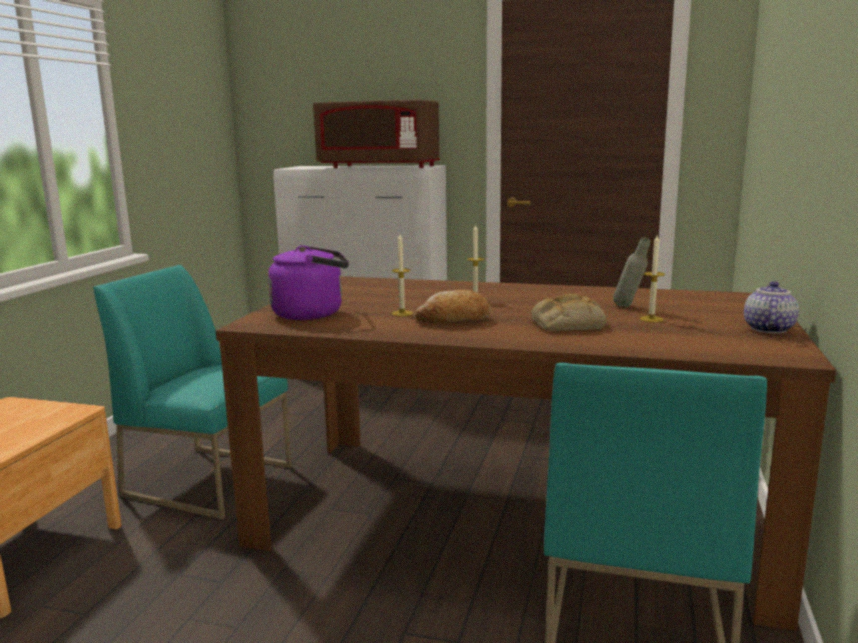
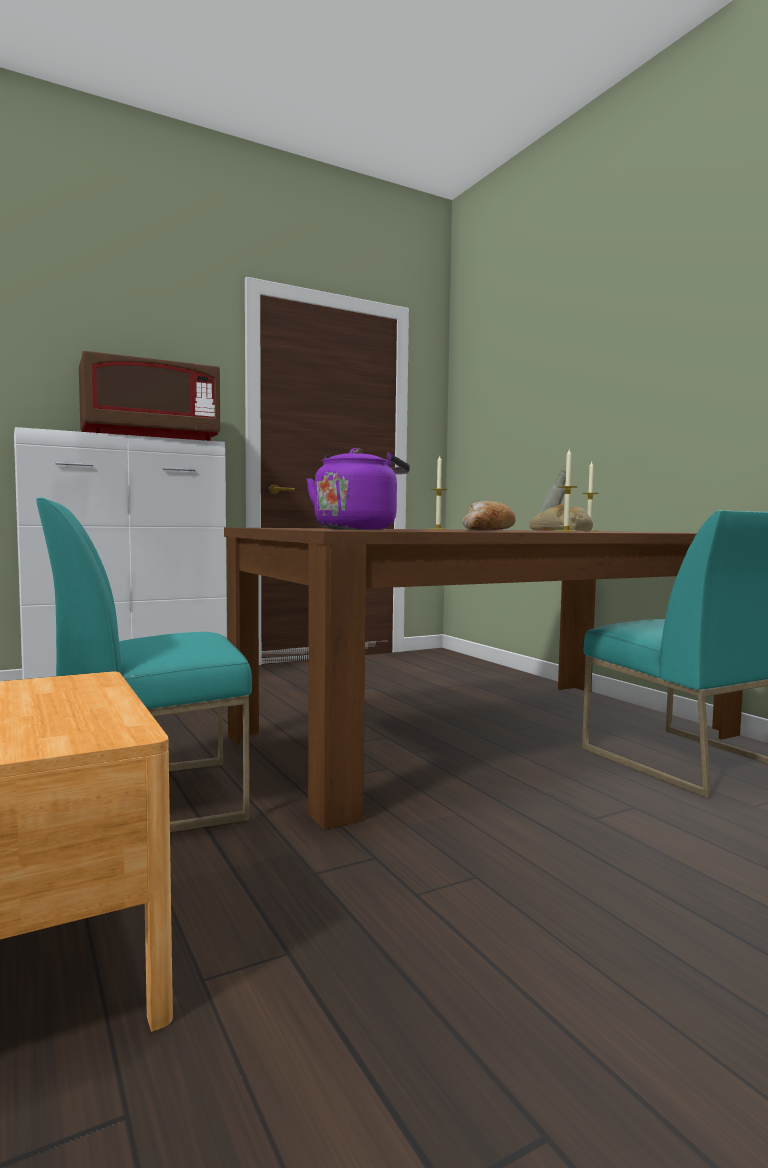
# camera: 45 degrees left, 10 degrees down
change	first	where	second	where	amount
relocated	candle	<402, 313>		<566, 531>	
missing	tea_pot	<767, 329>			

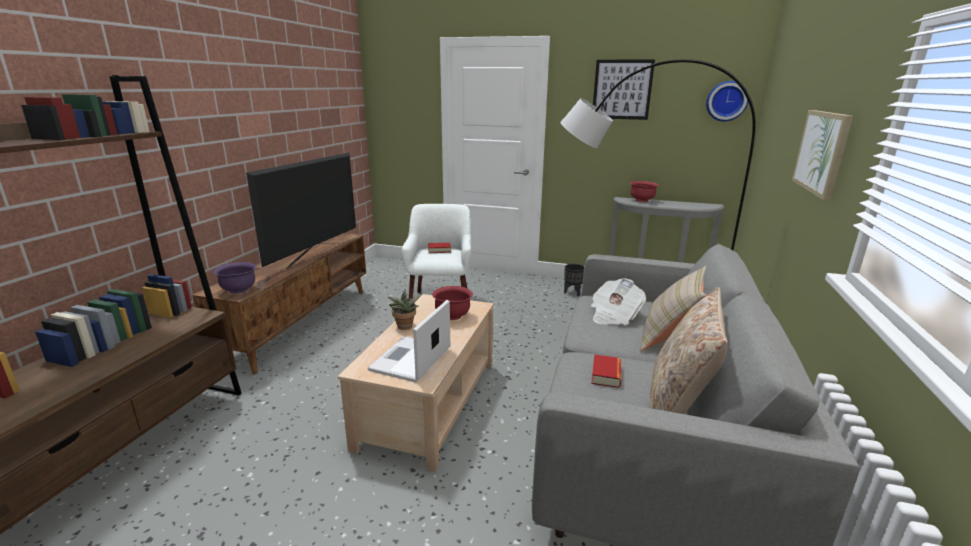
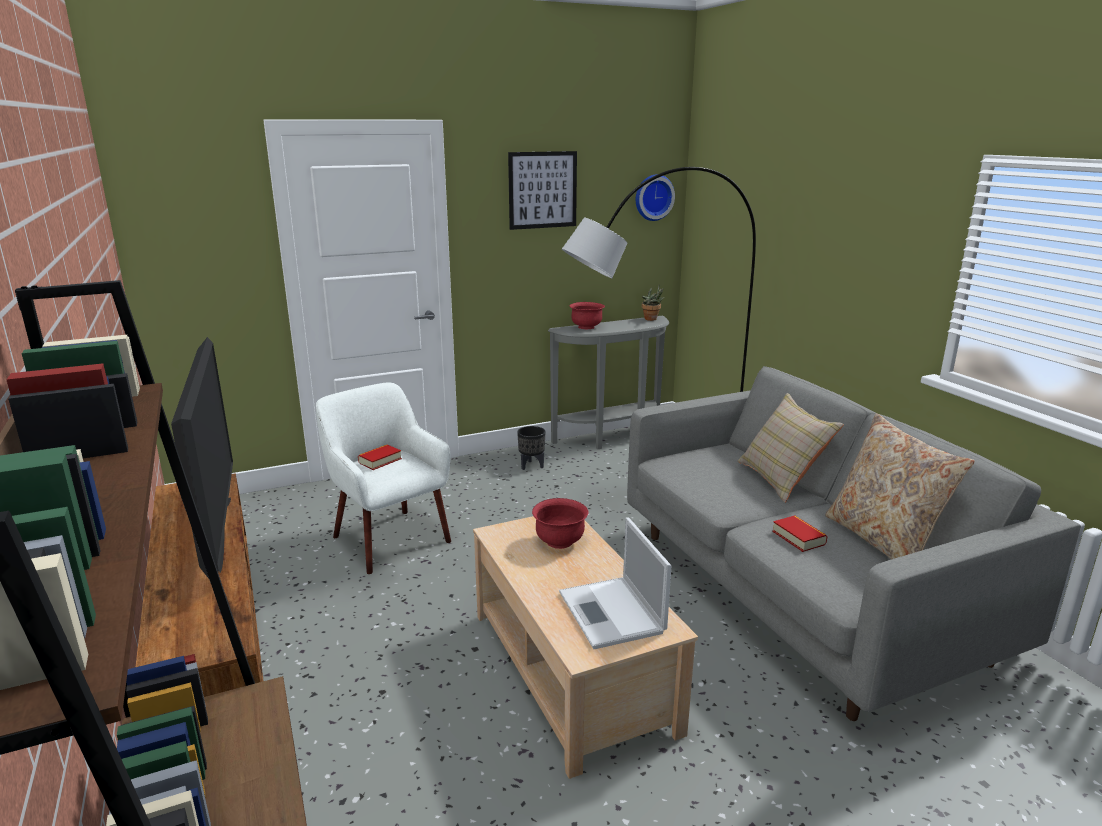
# camera: 40 degrees left, 0 degrees up
change	first	where	second	where	amount
relocated	potted_plant	<404, 327>		<652, 319>	
missing	purple-coloured_serving_bowl	<239, 290>			
missing	printed_paper	<614, 315>			
missing	wall_art	<822, 152>			

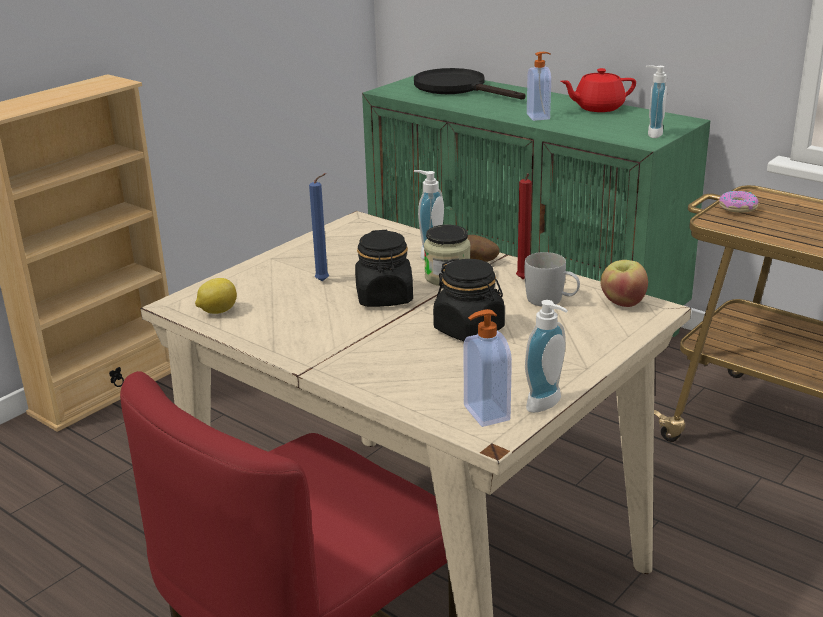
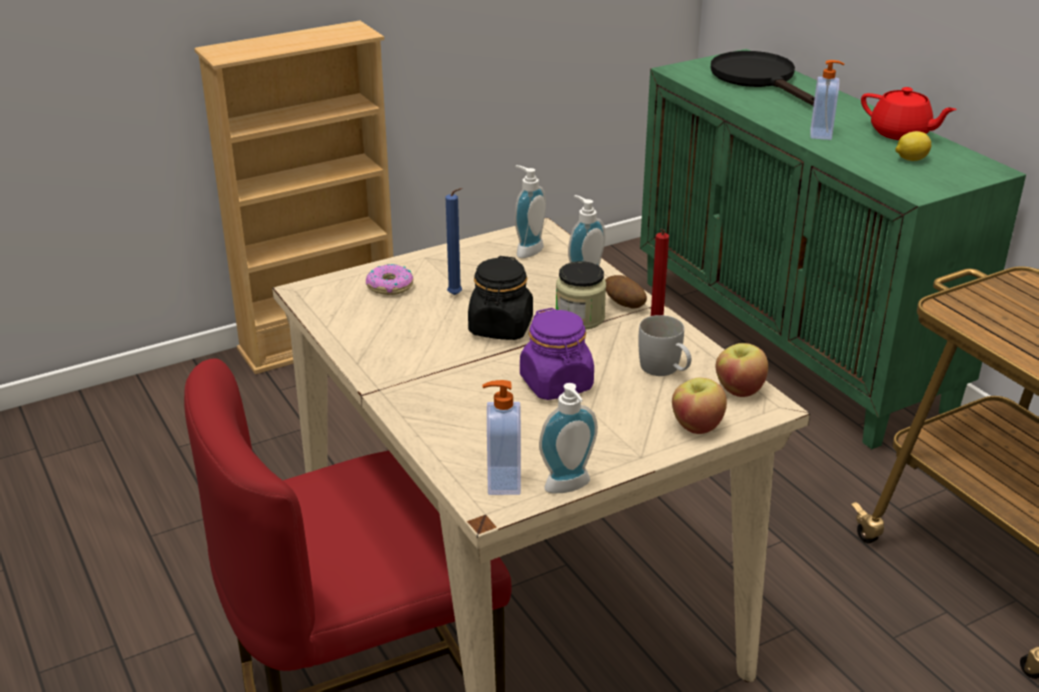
# camera: 20 degrees right, 5 degrees up
change	first	where	second	where	amount
relocated	doughnut	<737, 207>		<390, 286>	
relocated	liquid_soap_bottle	<651, 134>		<526, 250>	
colour	black-coloured_storage_jar	<469, 329>	purple-coloured_storage_jar	<556, 384>	
appeared			whole_apple	<696, 426>	
spun	reddish_tea_pot	<598, 108>		<901, 133>	150 degrees counterclockwise
relocated	citrus_fruit	<217, 311>		<910, 159>	

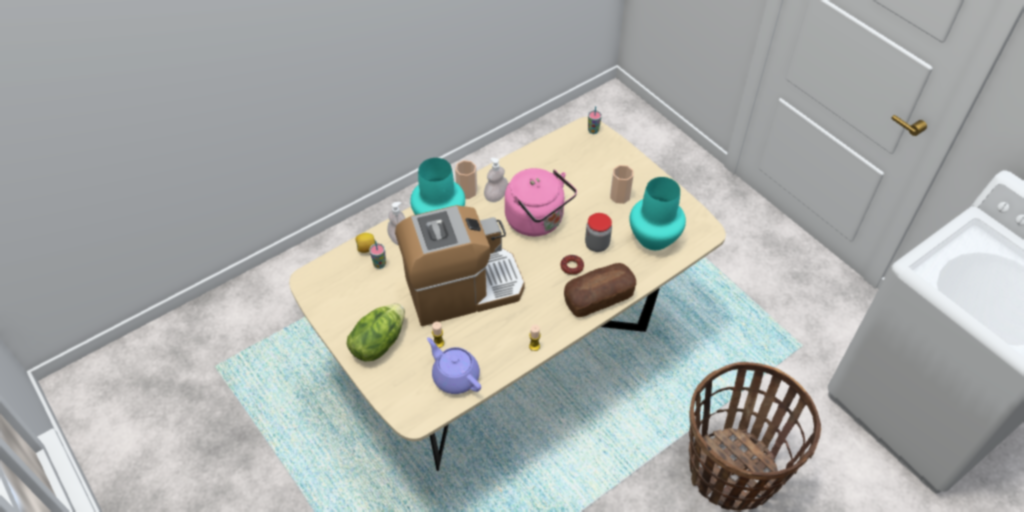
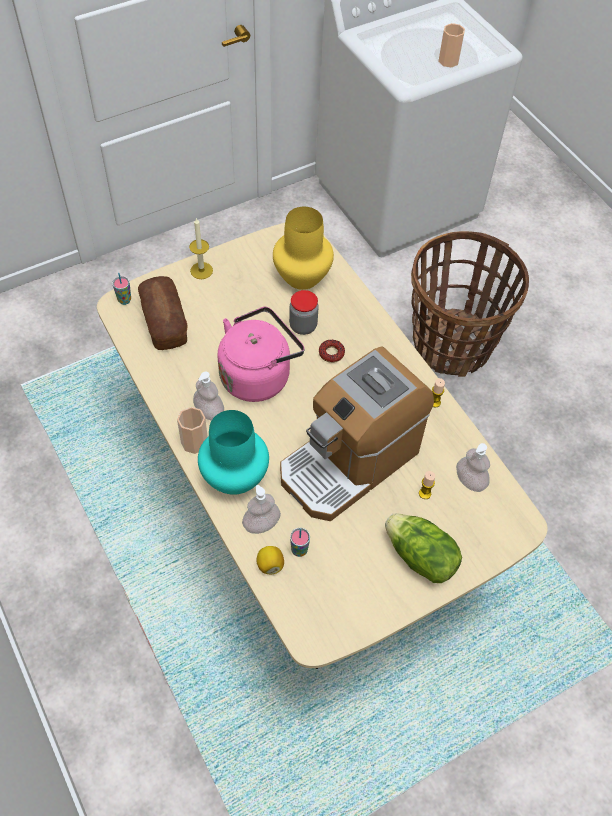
# camera: 85 degrees left, 5 degrees up
change	first	where	second	where	amount
relocated	bakery_bread	<598, 298>		<164, 322>	
appeared			candle	<201, 270>	
colour	turquoise_vase	<654, 239>	yellow-coloured_vase	<303, 276>	
spun	coffee_brewer	<462, 289>		<349, 462>	120 degrees counterclockwise
relocated	drinking_cup	<620, 196>		<448, 61>	
exchanged	purple-coloured_tea_pot	<455, 376>	liquid_soap_bottle	<470, 481>	

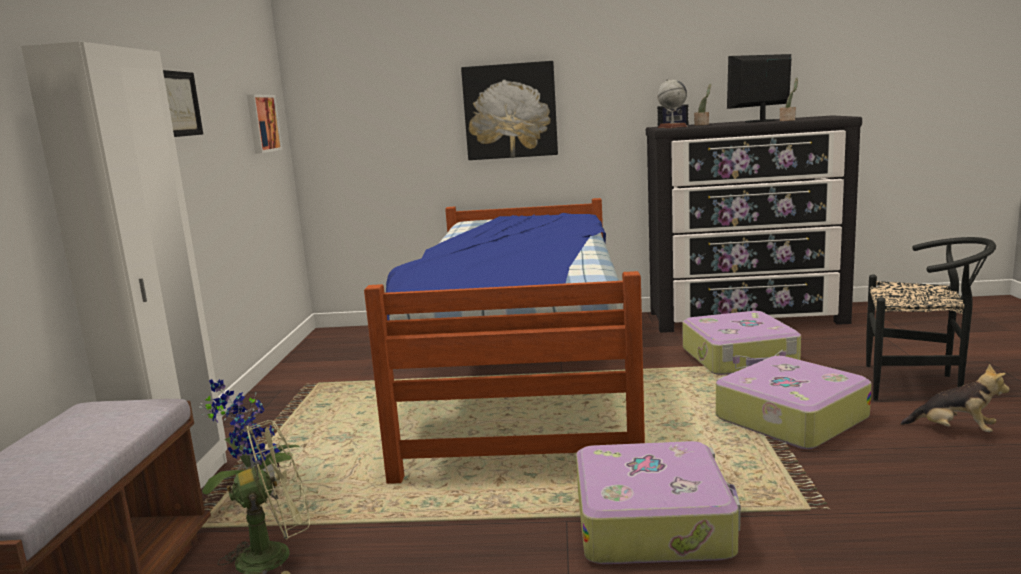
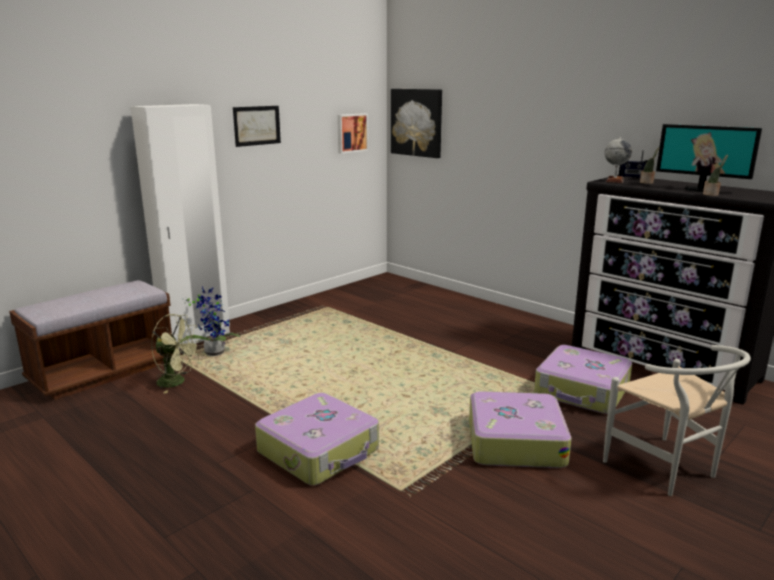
# camera: 40 degrees right, 5 degrees up
change	first	where	second	where	amount
relocated	wall_art	<510, 111>		<416, 122>	
colour	black-coloured_plain_chair	<920, 385>	whitish_plain_chair	<668, 470>	
spun	computer_screen	<760, 121>		<700, 189>	150 degrees counterclockwise
missing	sleeping_bed	<522, 378>			
missing	cuddly_toy	<954, 430>			

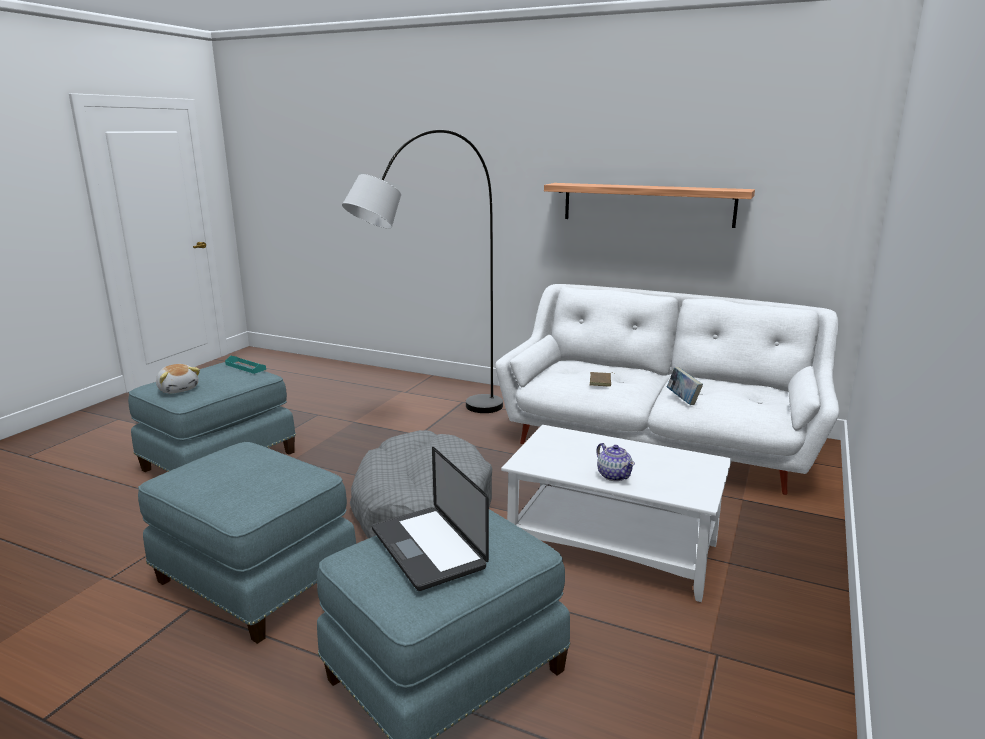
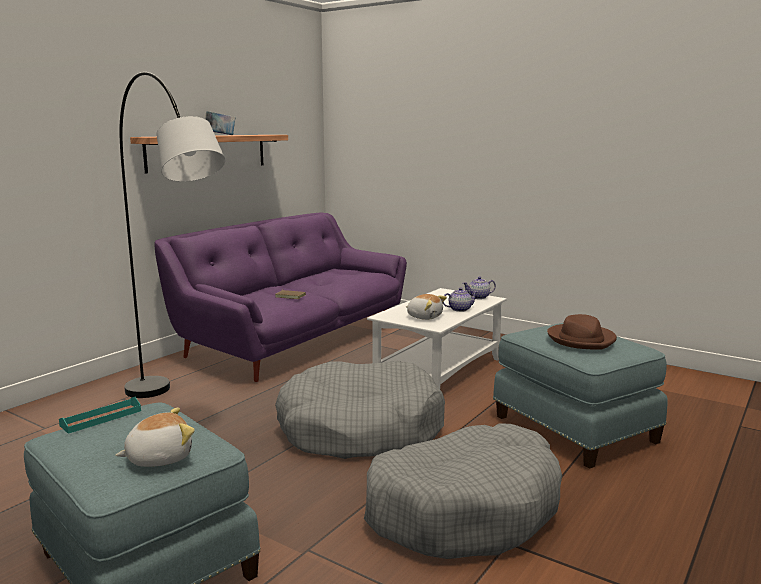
# camera: 80 degrees left, 5 degrees down
change	first	where	second	where	amount
colour	whitish_settee	<658, 443>	purple-coloured_settee	<295, 340>	
relocated	volume	<682, 399>		<220, 135>	
exchanged	blue-coloured_ottoman	<254, 580>	grey_dog_cushion	<463, 509>	
appeared			cuddly_toy	<424, 317>	
appeared			tea_pot	<479, 297>	
exchanged	portable_computer	<427, 548>	brown-coloured_wearable_hat	<581, 339>	

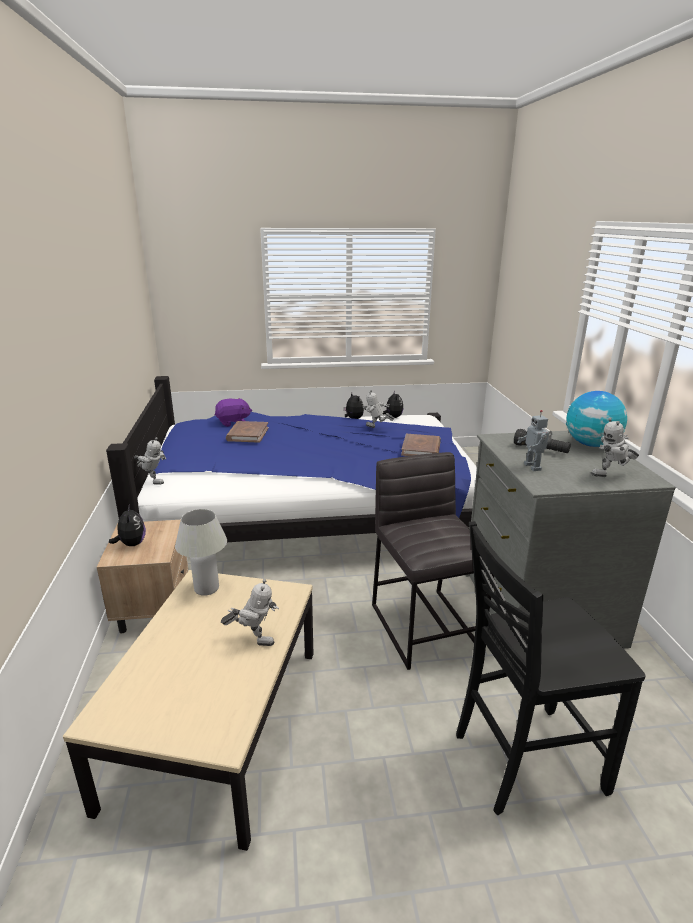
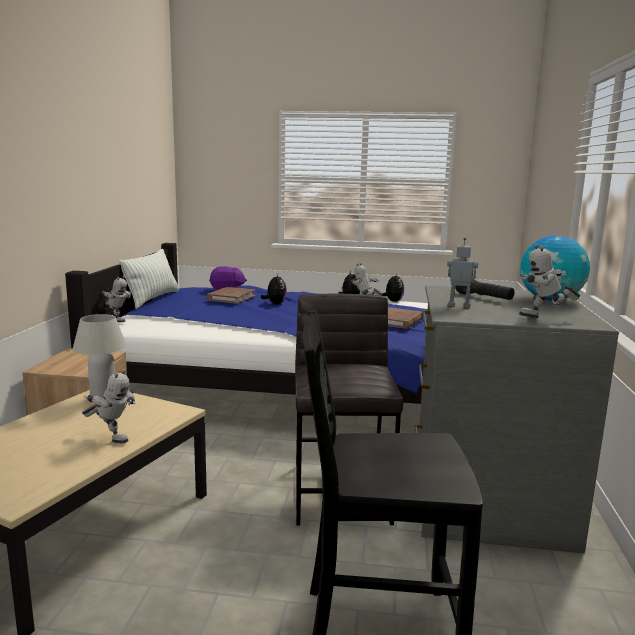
# camera: 15 degrees right, 10 degrees down
change	first	where	second	where	amount
appeared			throw_pillow	<152, 299>	
relocated	cuddly_toy	<131, 544>		<275, 304>	
spun	robot_figure	<533, 467>		<459, 306>	105 degrees clockwise

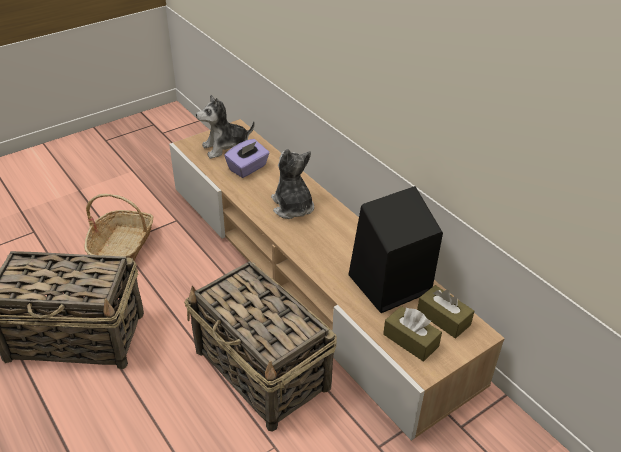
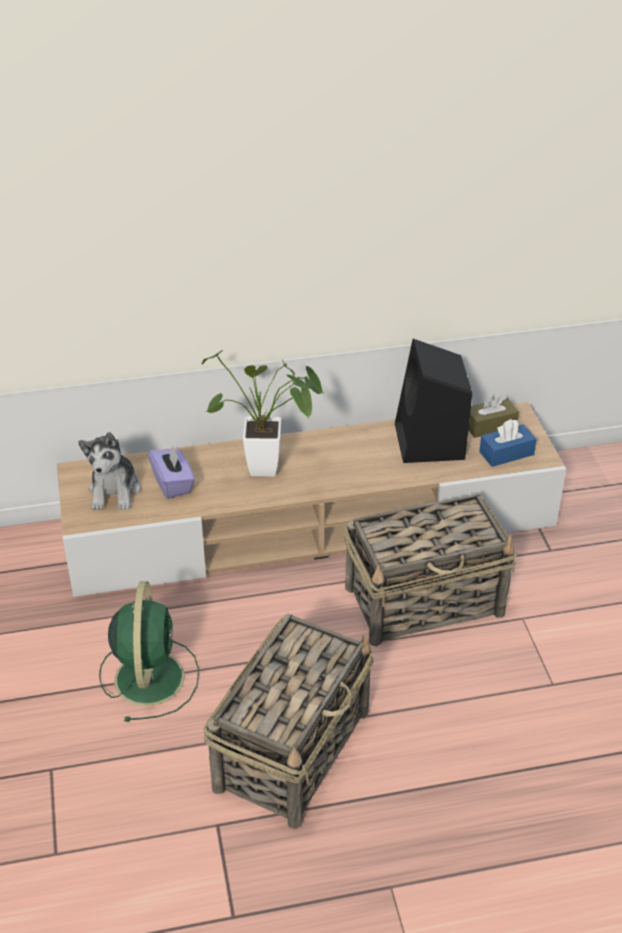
# camera: 65 degrees left, 0 degrees up
change	first	where	second	where	amount
exchanged	basket	<123, 245>	green_cooling_fan	<149, 676>	
exchanged	cuddly_toy	<292, 207>	potted_plant	<271, 469>	
colour	brown-coloured_box_of_tissues	<410, 340>	blue-coloured_box_of_tissues	<506, 453>	

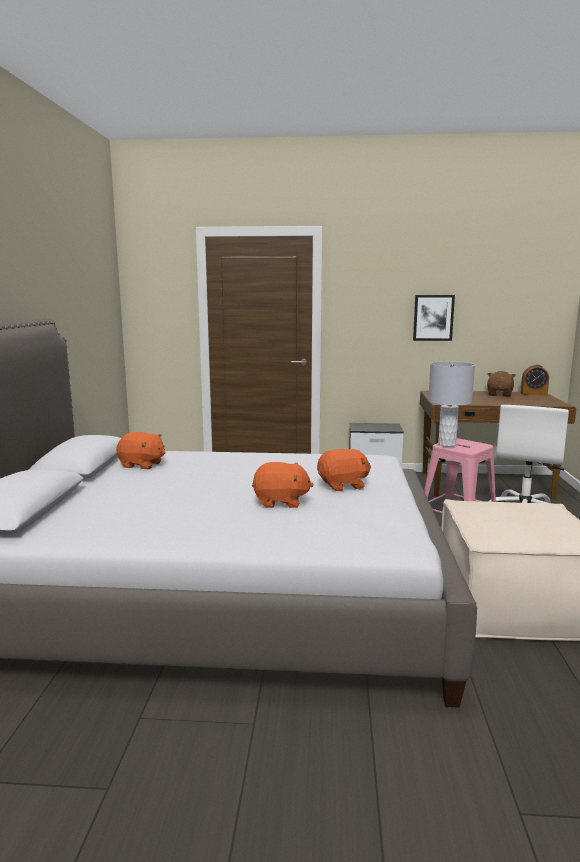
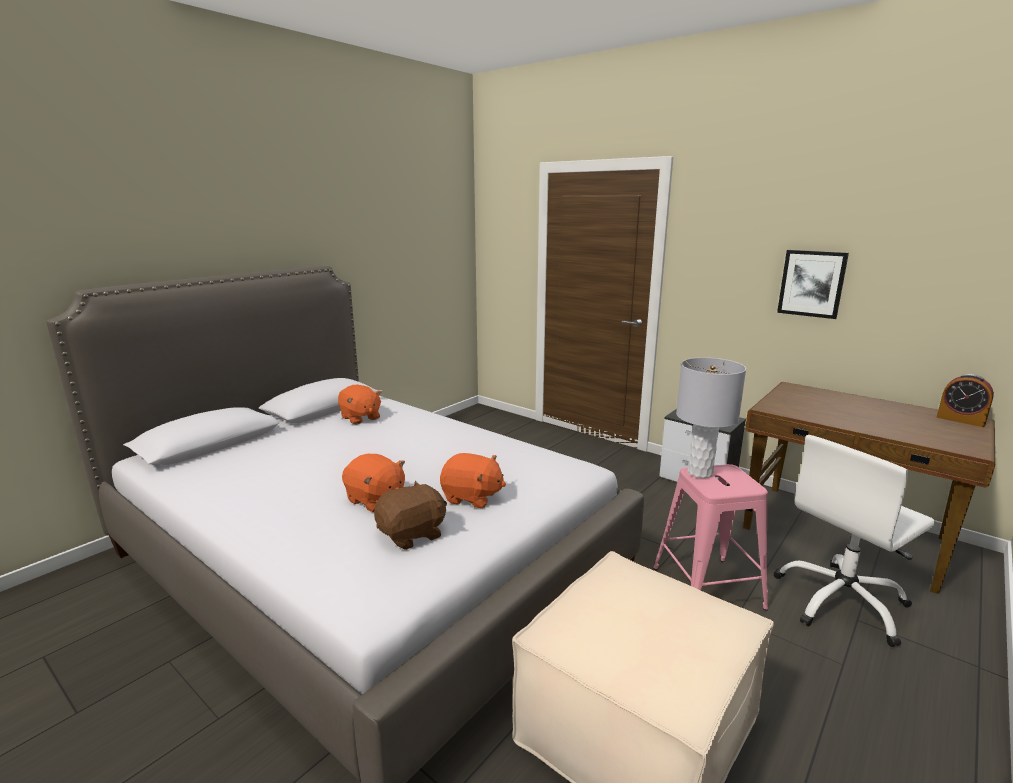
# camera: 35 degrees right, 5 degrees up
change	first	where	second	where	amount
relocated	brown-coloured_cuddly_toy	<500, 394>		<412, 534>	

